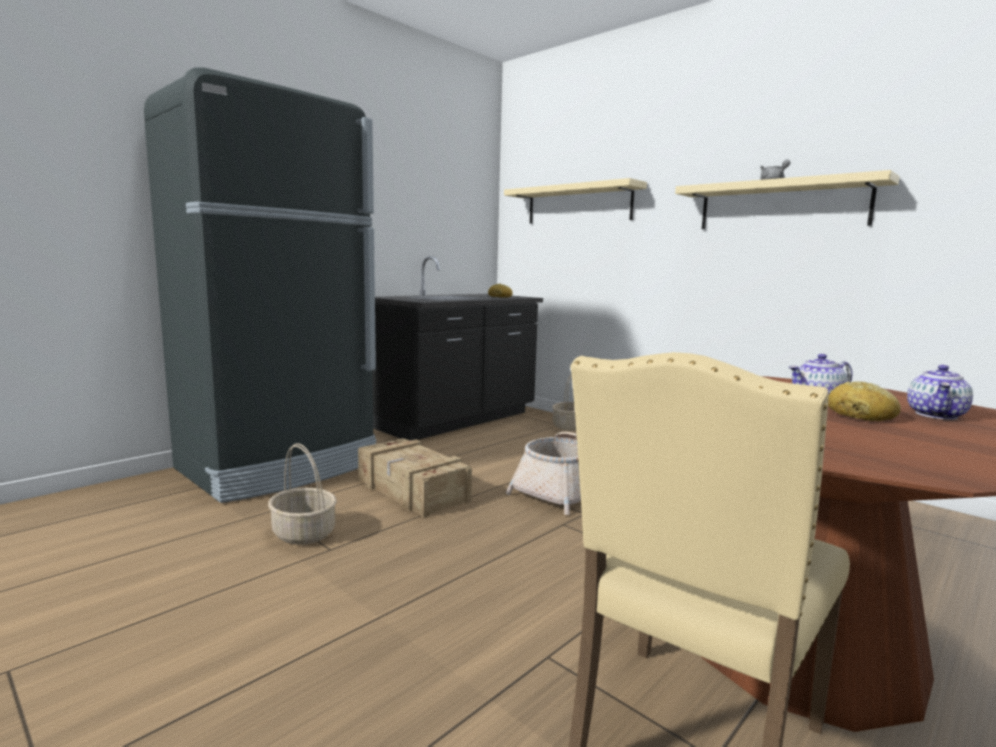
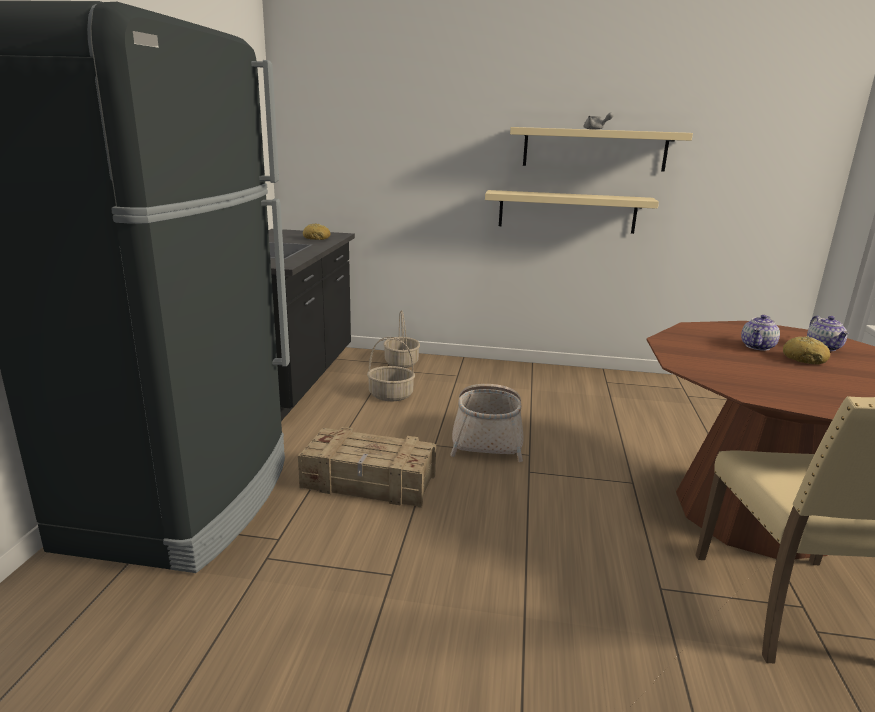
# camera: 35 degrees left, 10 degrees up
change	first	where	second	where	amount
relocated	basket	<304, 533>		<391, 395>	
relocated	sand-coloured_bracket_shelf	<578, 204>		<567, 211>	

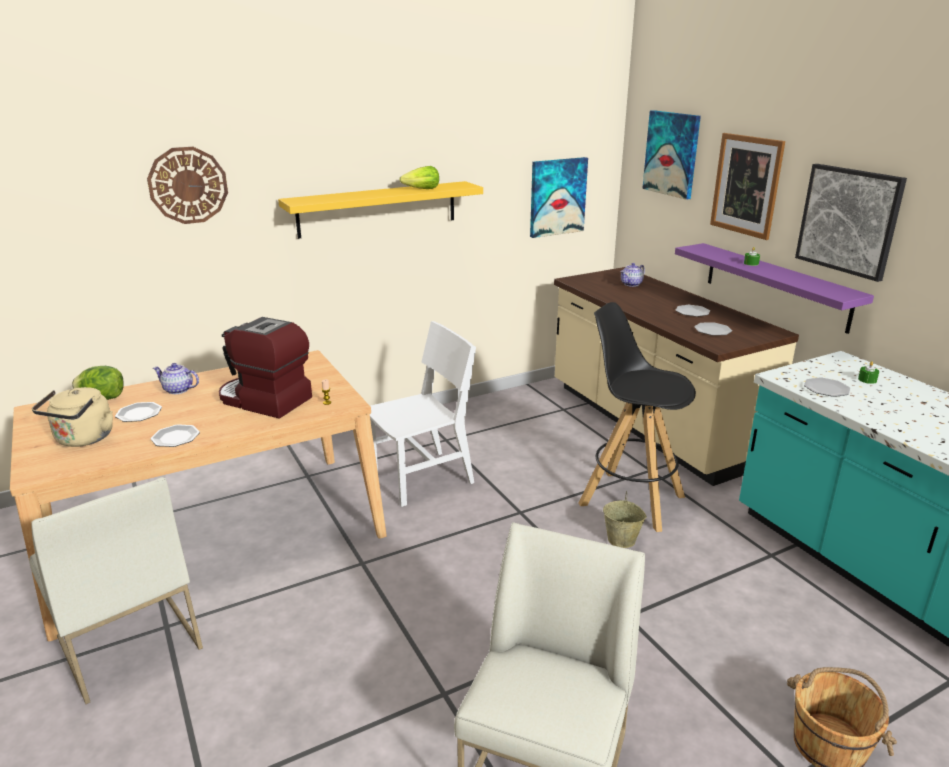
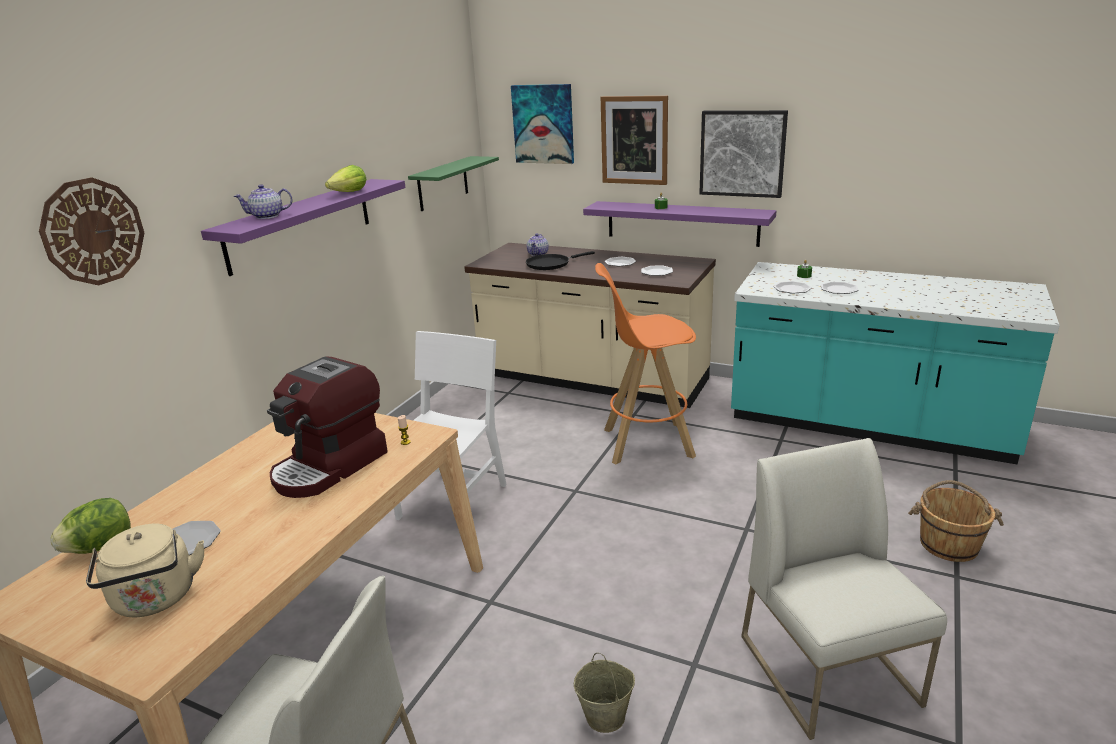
# camera: 35 degrees left, 0 degrees up
change	first	where	second	where	amount
colour	yellow-coloured_bracket_shelf	<378, 209>	purple-coloured_bracket_shelf	<301, 224>	
relocated	tea_pot	<178, 390>		<267, 216>	
spun	coffee_brewer	<264, 400>		<330, 467>	45 degrees counterclockwise
exchanged	wall_art	<557, 197>	green_bracket_shelf	<443, 183>	
appeared			black-coloured_skillet	<551, 264>	
relocated	sand-coloured_water_bucket	<622, 540>		<606, 716>	
colour	black-coloured_stool	<630, 499>	orangey_stool	<646, 443>	
relocated	plate	<175, 438>		<839, 289>	

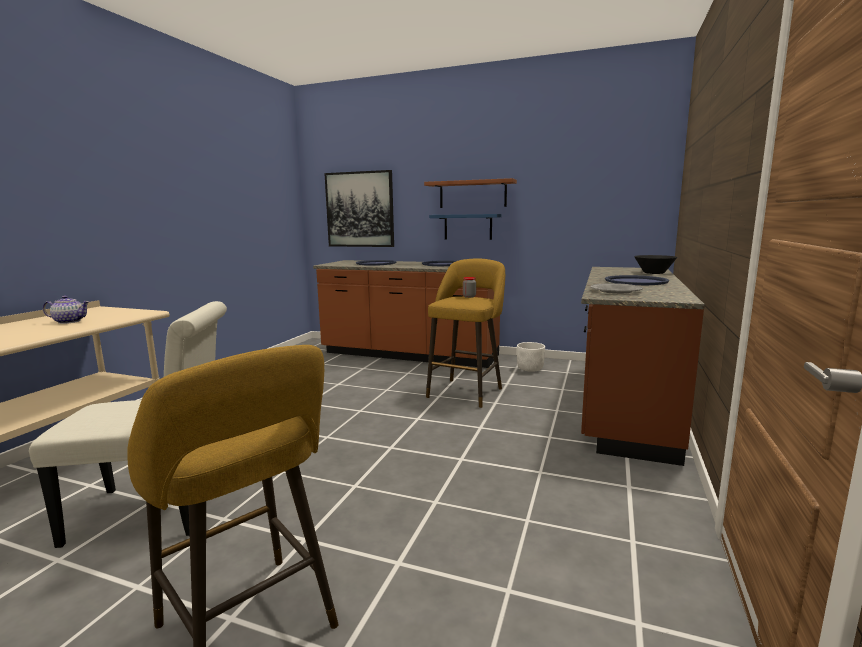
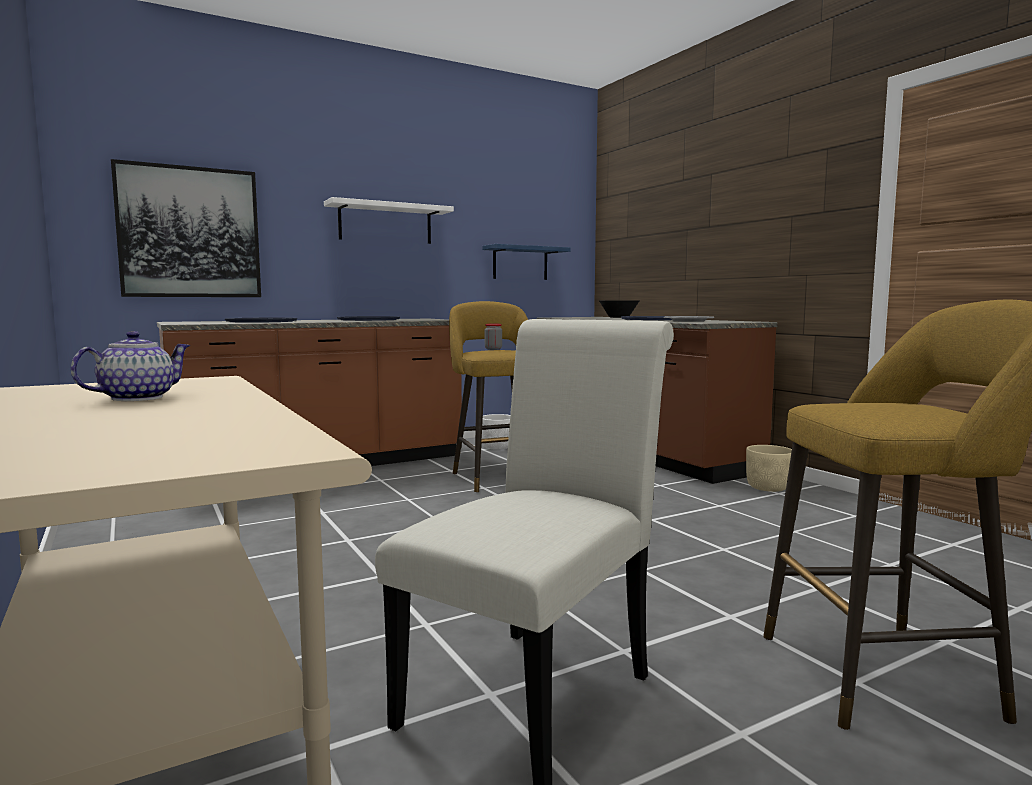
# camera: 50 degrees left, 5 degrees down
change	first	where	second	where	amount
colour	brown-coloured_bracket_shelf	<472, 194>	whitish_bracket_shelf	<385, 223>	
relocated	blue-coloured_bracket_shelf	<468, 227>		<520, 263>	
appeared			sand-coloured_flower_pot	<768, 488>	

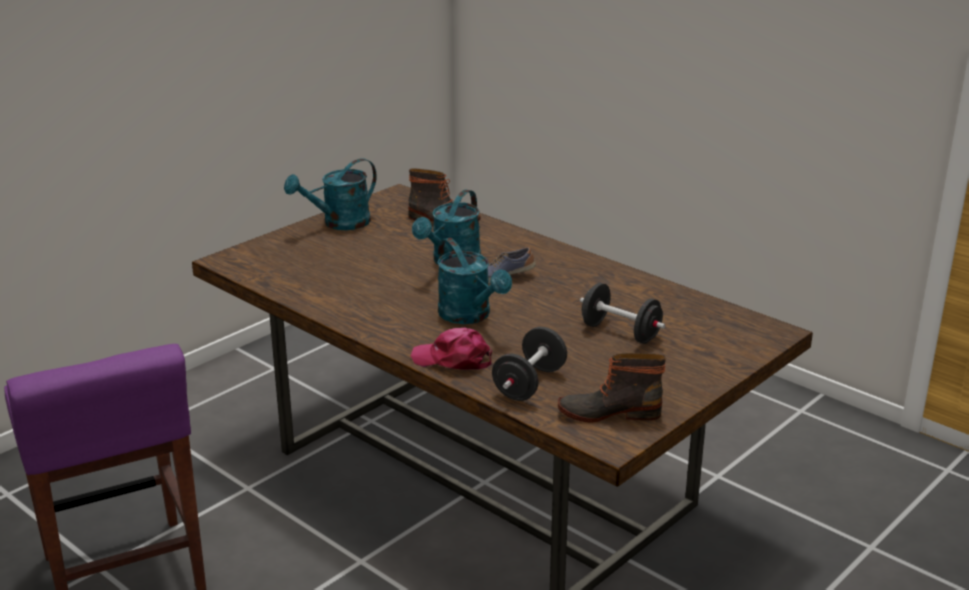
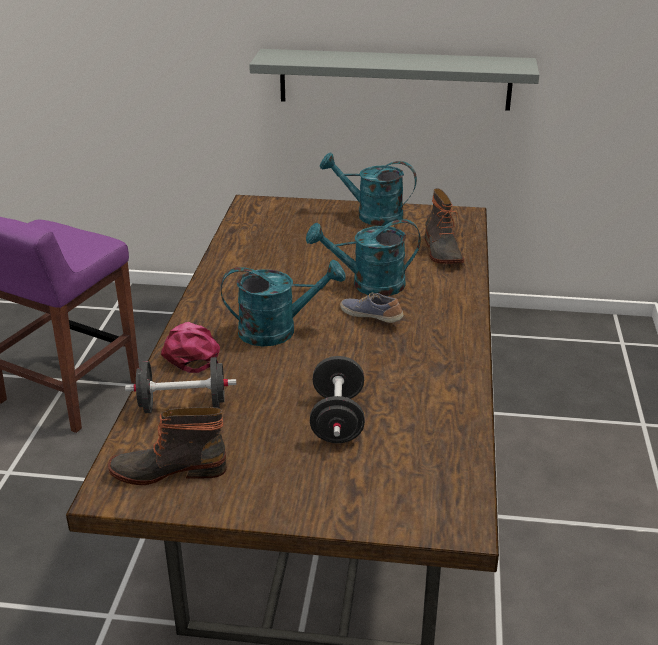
# camera: 55 degrees right, 5 degrees up
change	first	where	second	where	amount
spun	boot	<609, 412>		<169, 469>	60 degrees counterclockwise
spun	turquoise_watering_pot	<470, 316>		<278, 330>	120 degrees counterclockwise
appeared			grey_bracket_shelf	<394, 79>	

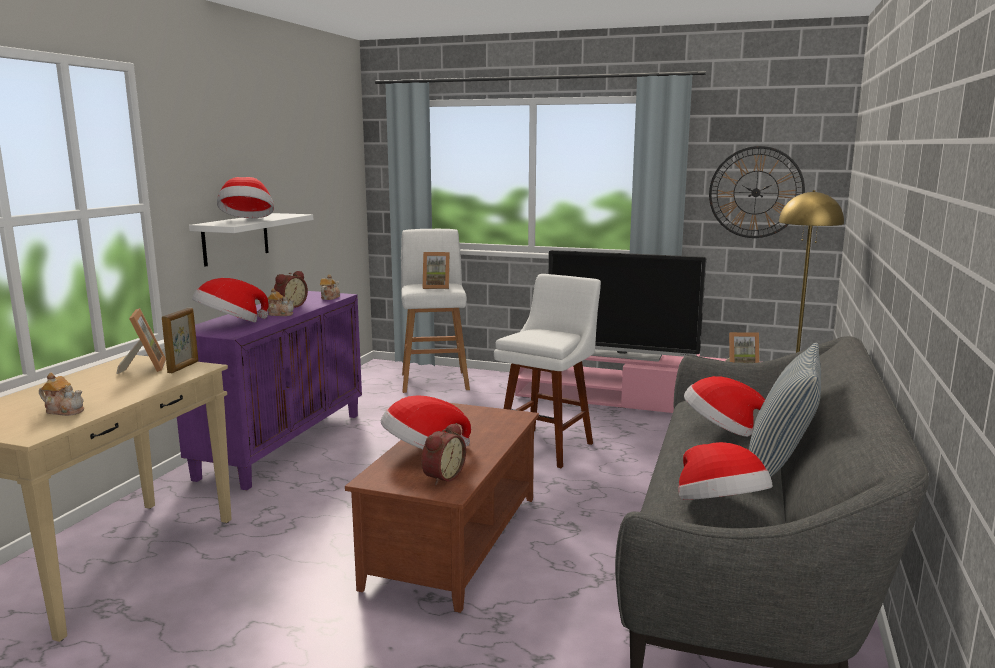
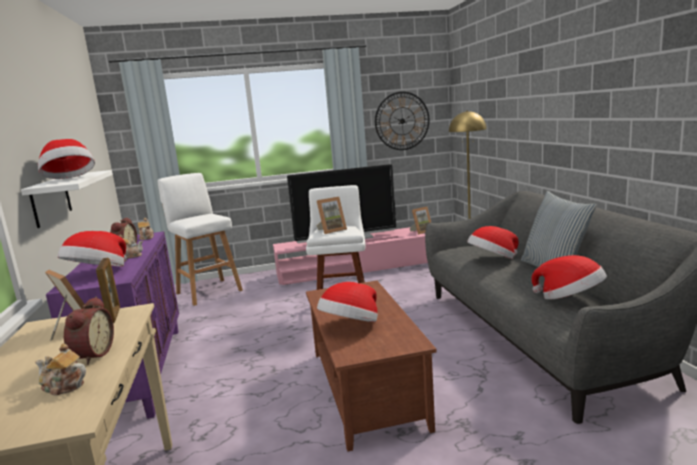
# camera: 30 degrees left, 0 degrees up
change	first	where	second	where	amount
spun	tea_pot	<64, 411>		<63, 387>	150 degrees counterclockwise
relocated	alarm_clock	<441, 477>		<91, 355>	
relocated	picture_frame	<436, 287>		<331, 230>	

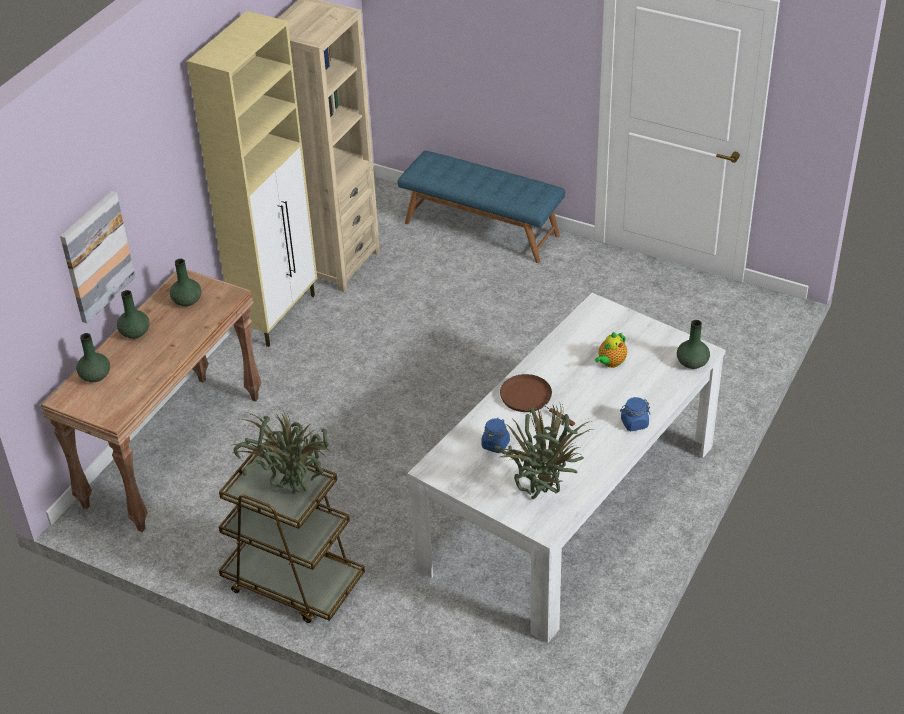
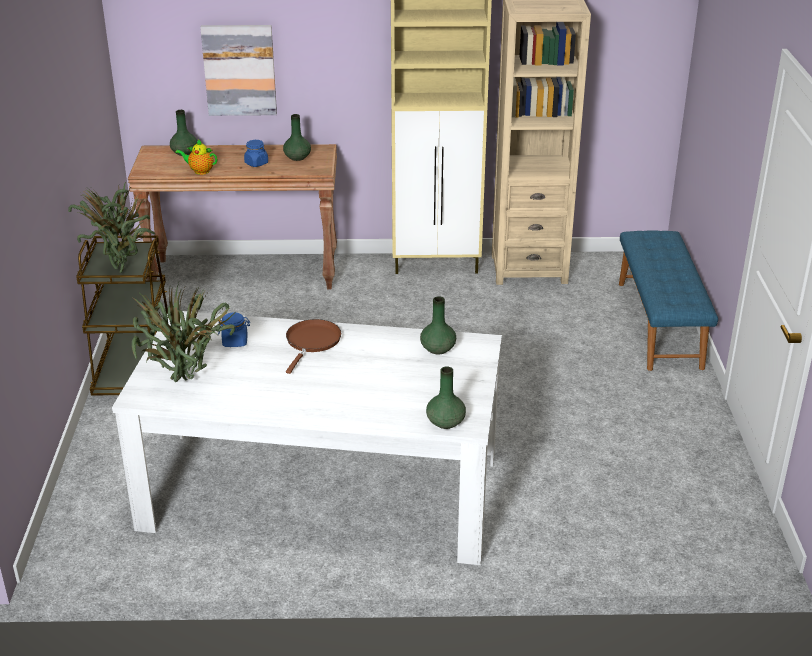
# camera: 60 degrees right, 10 degrees down
change	first	where	second	where	amount
relocated	tea_pot	<610, 363>		<200, 171>	
relocated	blue-coloured_storage_jar	<634, 423>		<256, 163>	
relocated	green_vase	<134, 333>		<437, 349>	

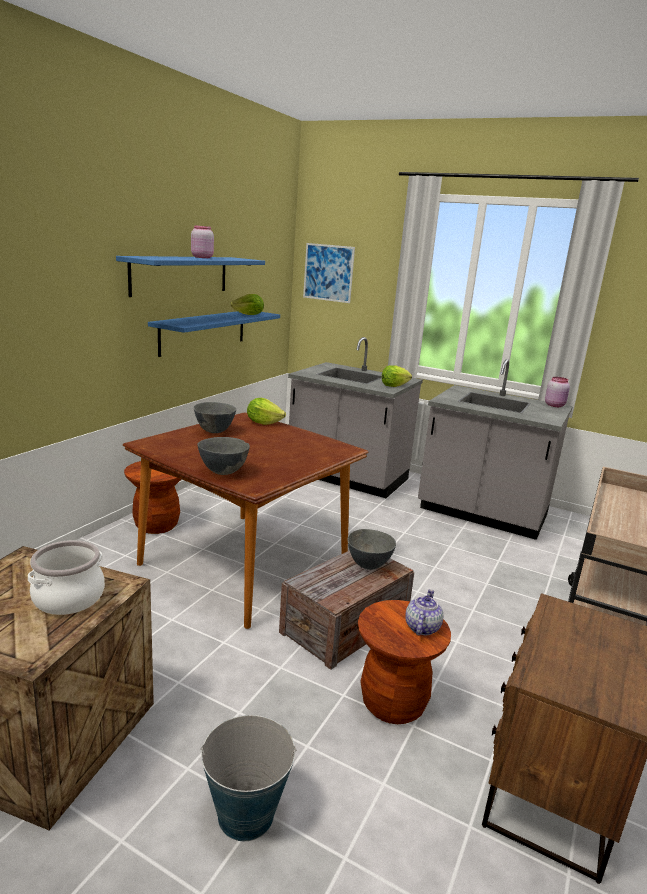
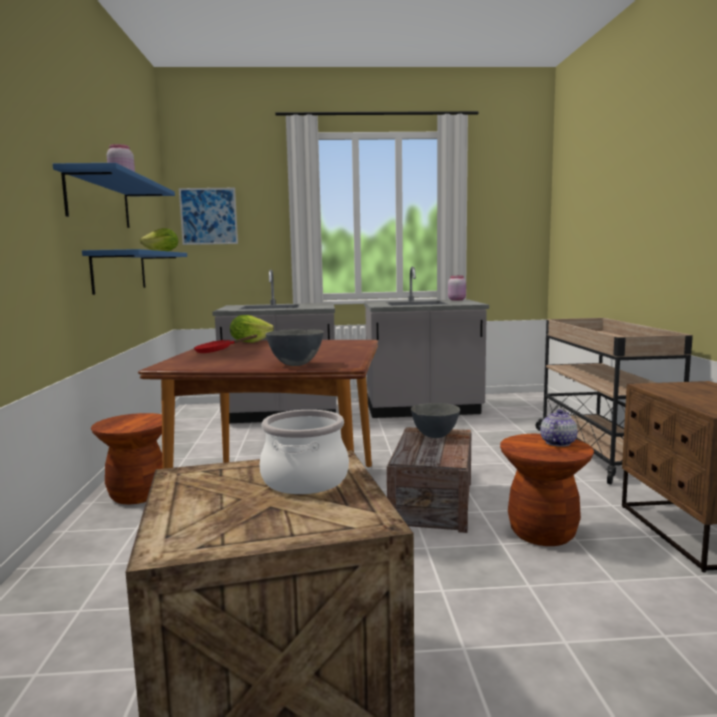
# camera: 30 degrees left, 10 degrees down
change	first	where	second	where	amount
exchanged	grey_serving_bowl	<215, 431>	reddish_skillet	<217, 351>	
spun	tea_pot	<421, 627>		<557, 442>	45 degrees clockwise
missing	water_bucket	<245, 814>			
missing	lettuce_head	<394, 385>			

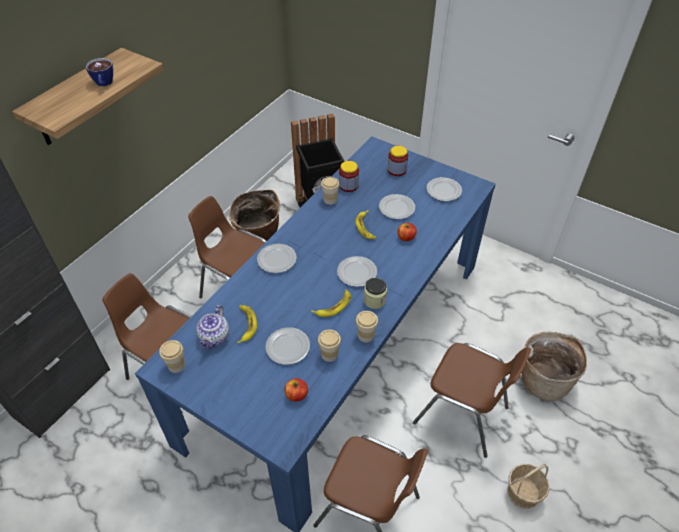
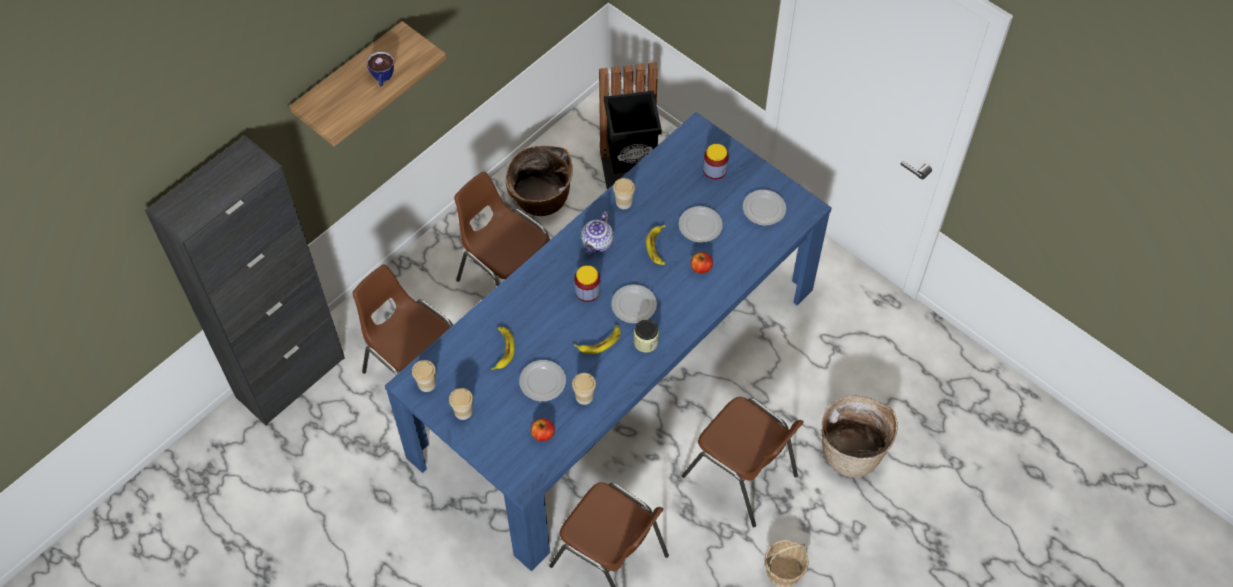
# camera: 10 degrees right, 10 degrees up
change	first	where	second	where	amount
relocated	drinking_cup	<366, 335>		<463, 411>	
relocated	storage_jar	<348, 185>		<587, 291>	
relocated	tea_pot	<214, 338>		<597, 244>	
missing	plate	<276, 259>			

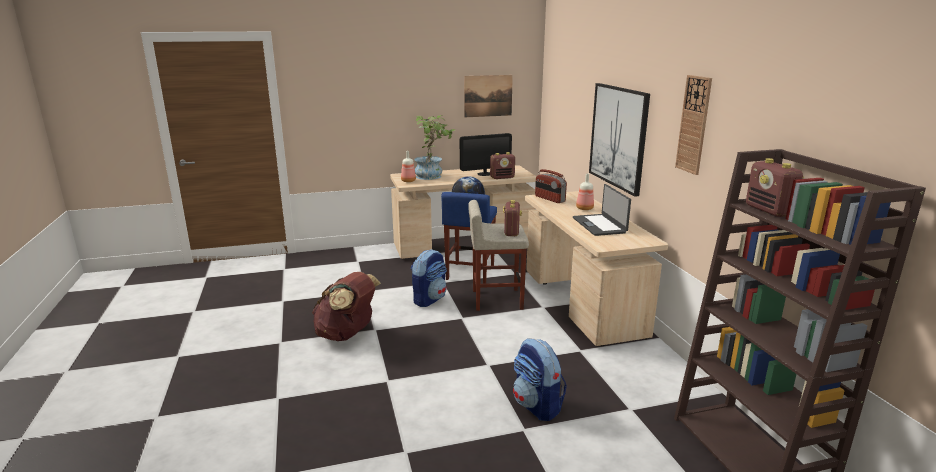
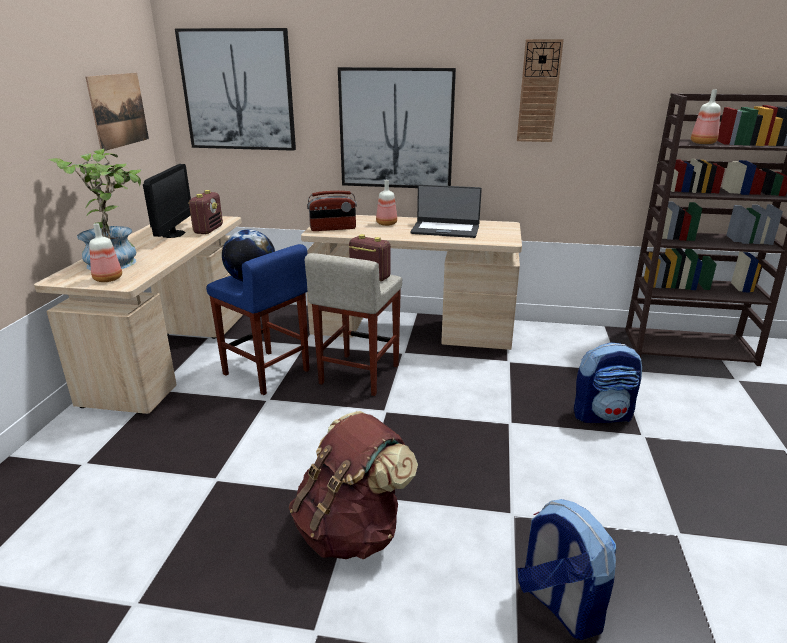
# camera: 65 degrees left, 5 degrees up
change	first	where	second	where	amount
appeared			wall_art	<238, 90>	
relocated	backpack	<429, 299>		<559, 604>	
exchanged	radio_set	<769, 211>	beverage_bottle	<703, 143>	

